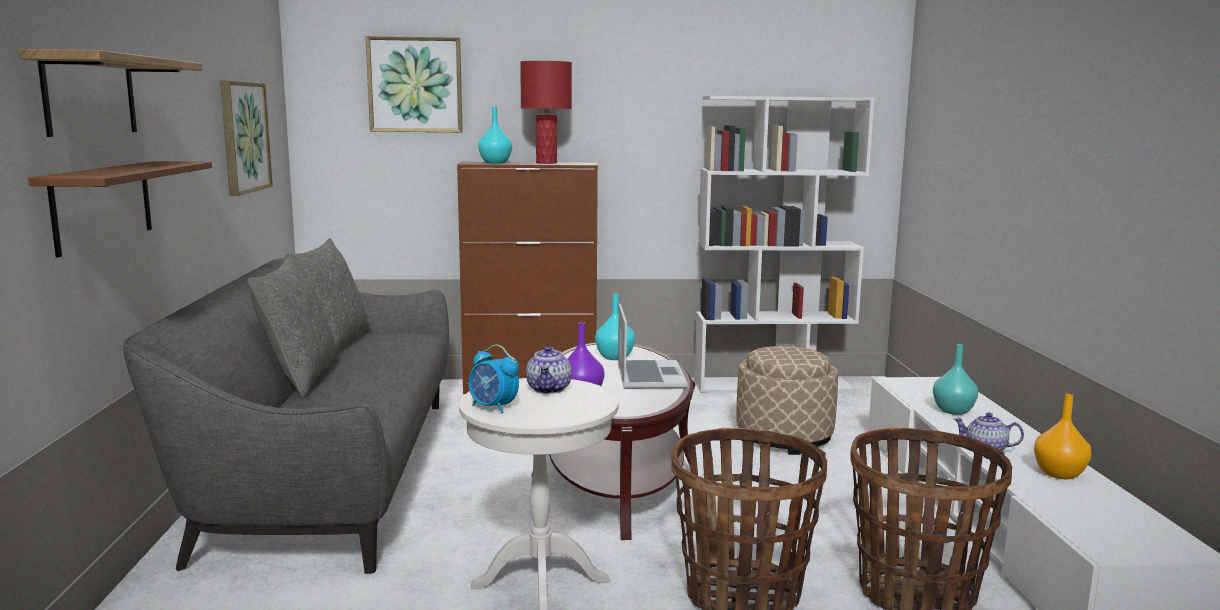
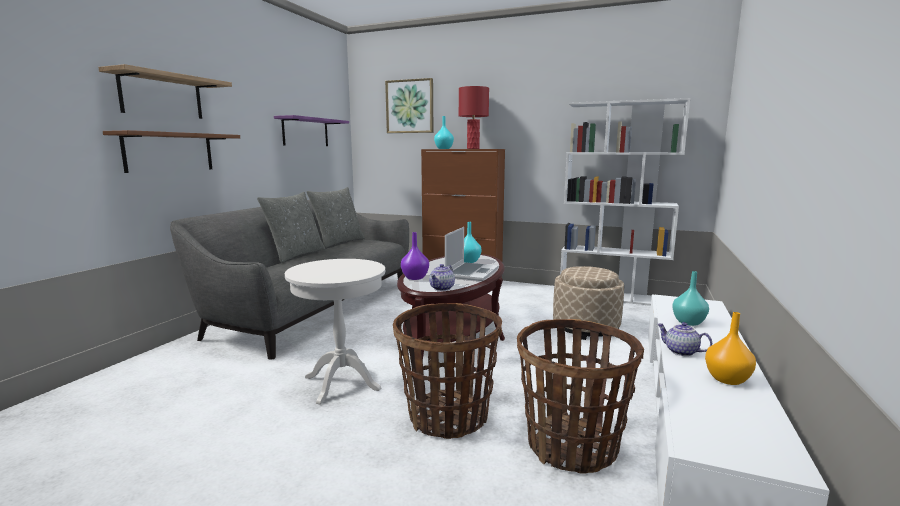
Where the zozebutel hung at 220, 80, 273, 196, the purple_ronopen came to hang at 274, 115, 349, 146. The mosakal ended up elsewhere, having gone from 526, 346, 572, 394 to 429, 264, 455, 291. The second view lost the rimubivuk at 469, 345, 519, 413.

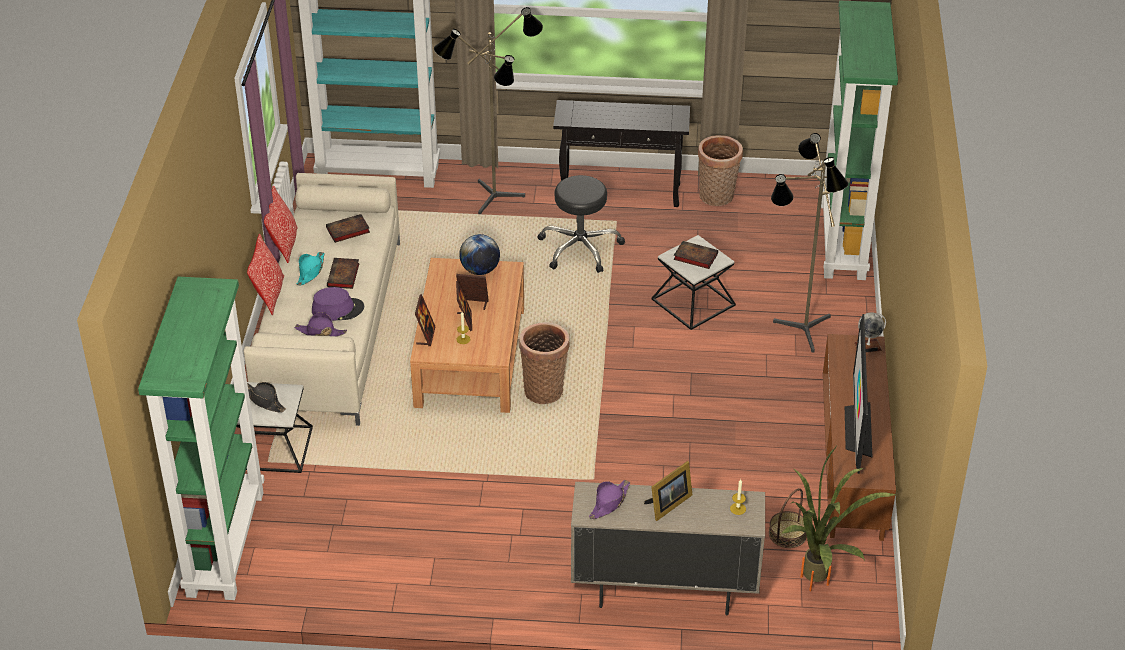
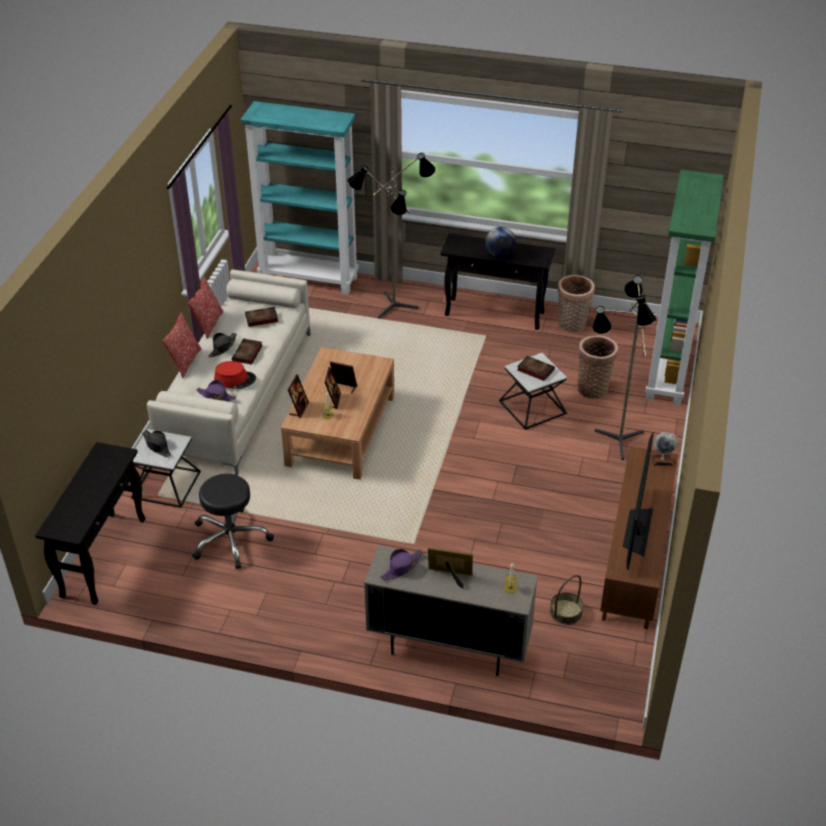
Where the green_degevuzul stood at 138, 277, 264, 600, the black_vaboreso came to stand at 35, 442, 145, 605. The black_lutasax ended up elsewhere, having gone from 537, 175, 625, 273 to 193, 474, 274, 569. What was the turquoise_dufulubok at 297, 252, 324, 285 turned into the black_dufulubok at 208, 333, 237, 357. What was the purple_dufulubok at 312, 287, 364, 321 turned into the red_dufulubok at 214, 361, 256, 389. The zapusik at 644, 461, 692, 521 ended up facing another way, 135 degrees counterclockwise from before. The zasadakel ended up elsewhere, having gone from 459, 234, 500, 275 to 485, 227, 516, 258. The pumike ended up elsewhere, having gone from 519, 322, 570, 404 to 578, 336, 618, 399. The second view lost the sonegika at 781, 446, 896, 591.

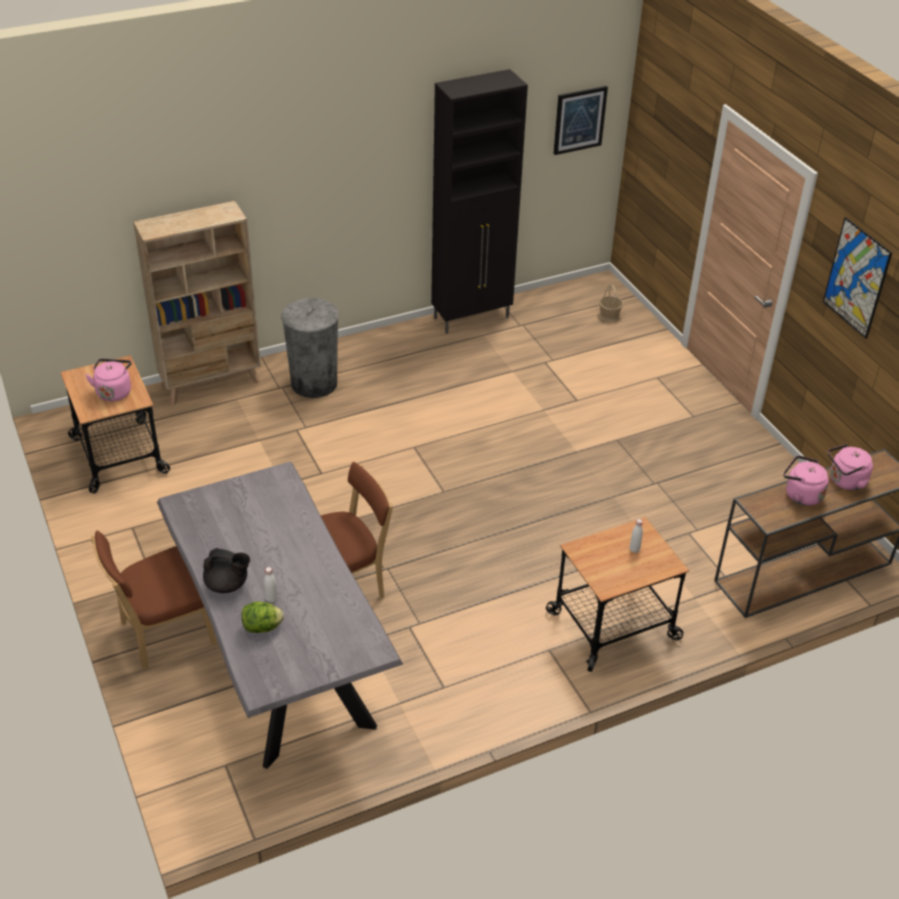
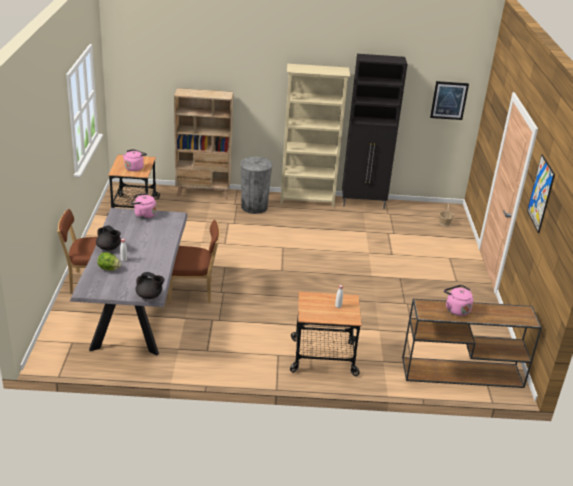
The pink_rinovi ended up elsewhere, having gone from 828, 444, 873, 491 to 130, 193, 156, 219. The second view gained the black_mosakal at 136, 272, 165, 299. The second view gained the beige_degevuzul at 280, 64, 350, 207.

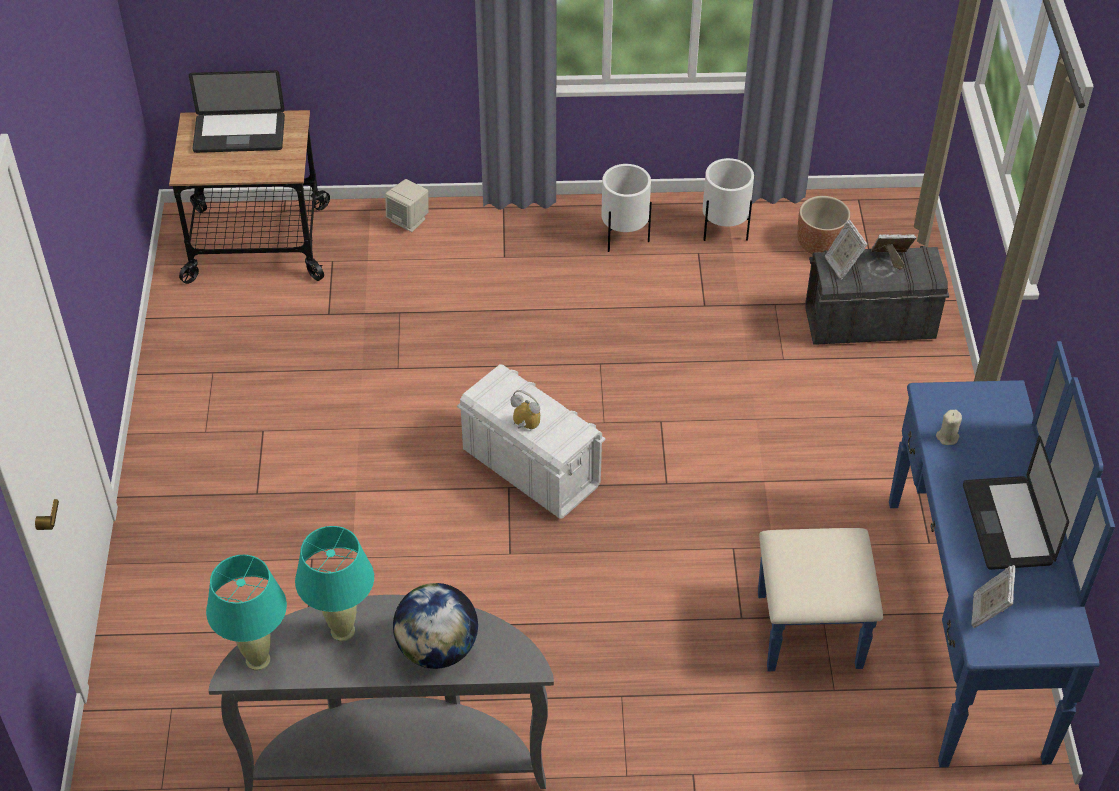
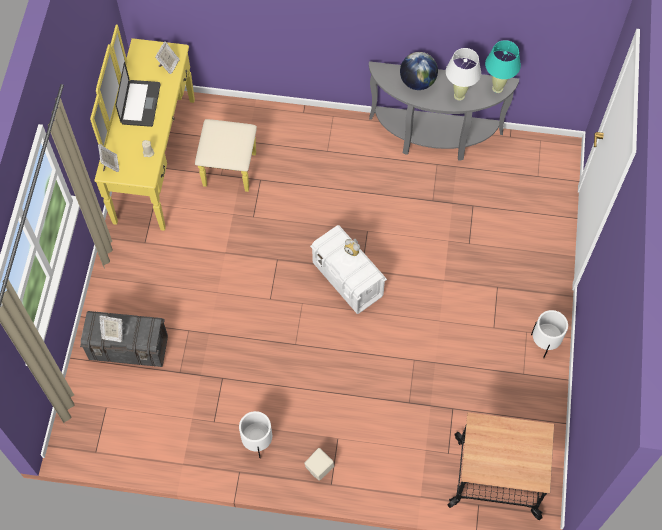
What was the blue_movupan at 758, 341, 1115, 767 turned into the yellow_movupan at 90, 25, 257, 231. The zapusik ended up elsewhere, having gone from 824, 220, 868, 280 to 98, 144, 119, 172. The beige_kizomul ended up elsewhere, having gone from 385, 179, 429, 232 to 304, 448, 334, 481. What was the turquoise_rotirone at 295, 526, 374, 641 turned into the white_rotirone at 446, 48, 481, 101. The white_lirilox ended up elsewhere, having gone from 703, 158, 754, 241 to 531, 310, 568, 358. The second view lost the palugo at 189, 70, 285, 153. The second view lost the brown_lirilox at 797, 196, 850, 254.

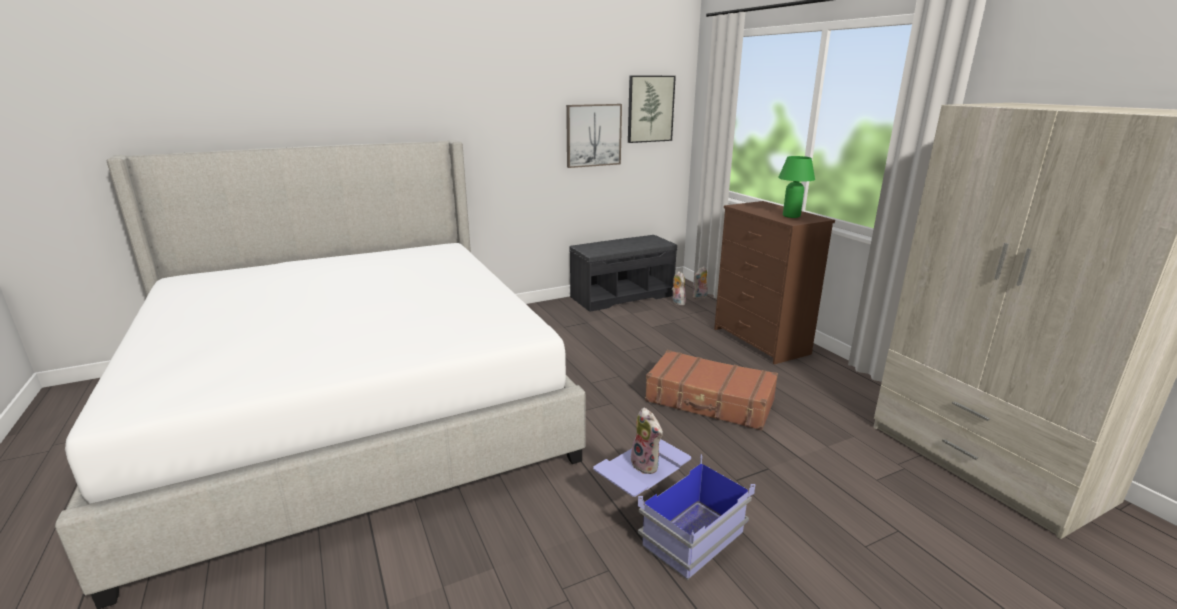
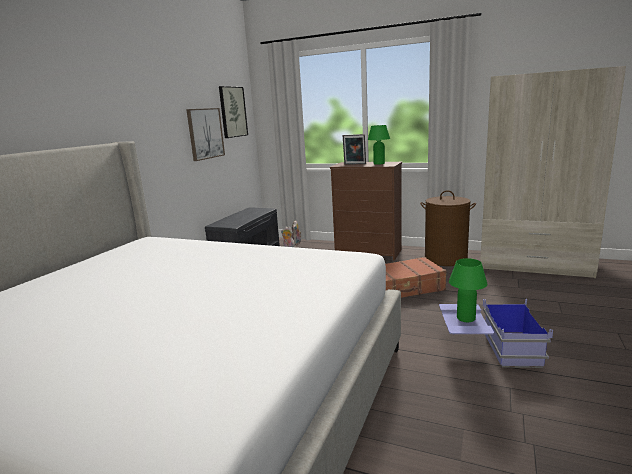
The second view gained the zapusik at 343, 134, 366, 165. The second view gained the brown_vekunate at 420, 190, 476, 266. Where the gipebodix stood at 631, 408, 663, 474, the green_rotirone came to stand at 449, 258, 488, 322.

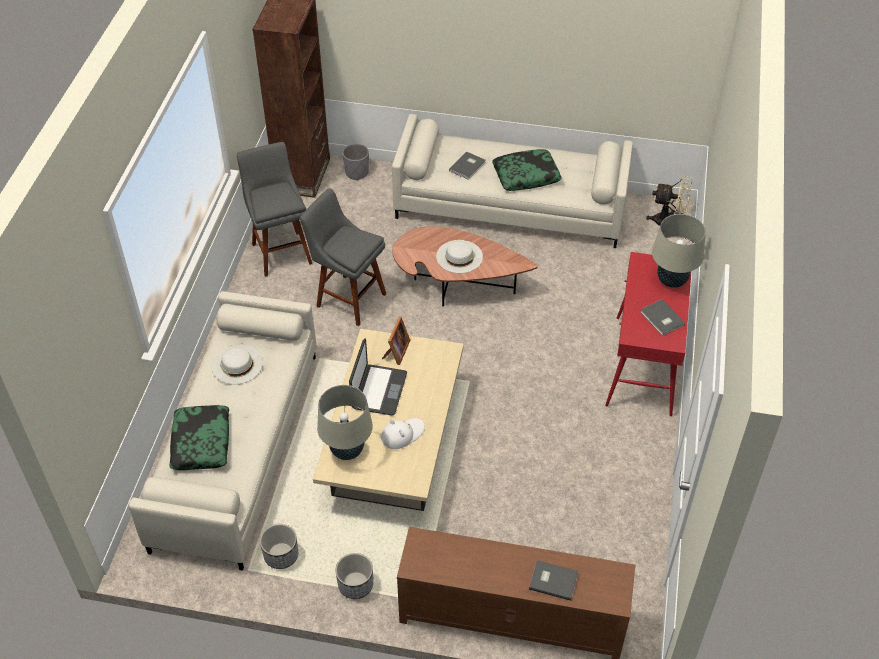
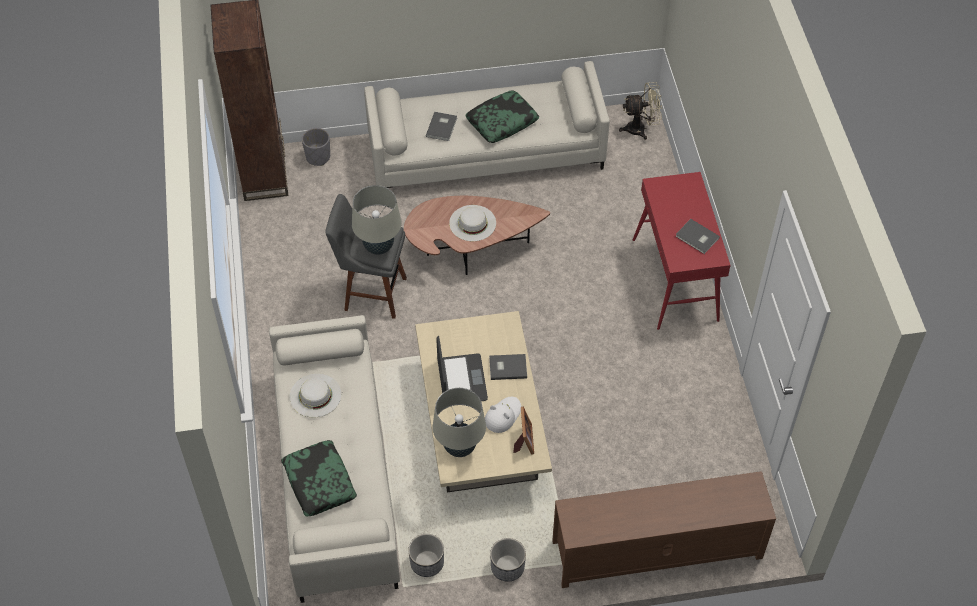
The beige_rotirone ended up elsewhere, having gone from 652, 214, 706, 288 to 352, 185, 402, 255. The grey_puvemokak ended up elsewhere, having gone from 529, 560, 579, 601 to 489, 354, 527, 380. The zapusik ended up elsewhere, having gone from 382, 317, 410, 365 to 513, 407, 534, 455. The second view lost the grey_lutasax at 237, 142, 312, 277.

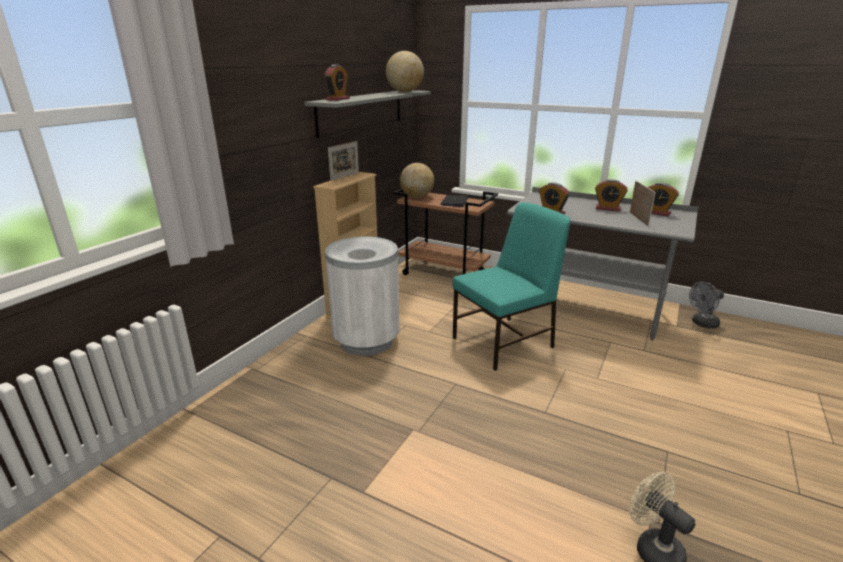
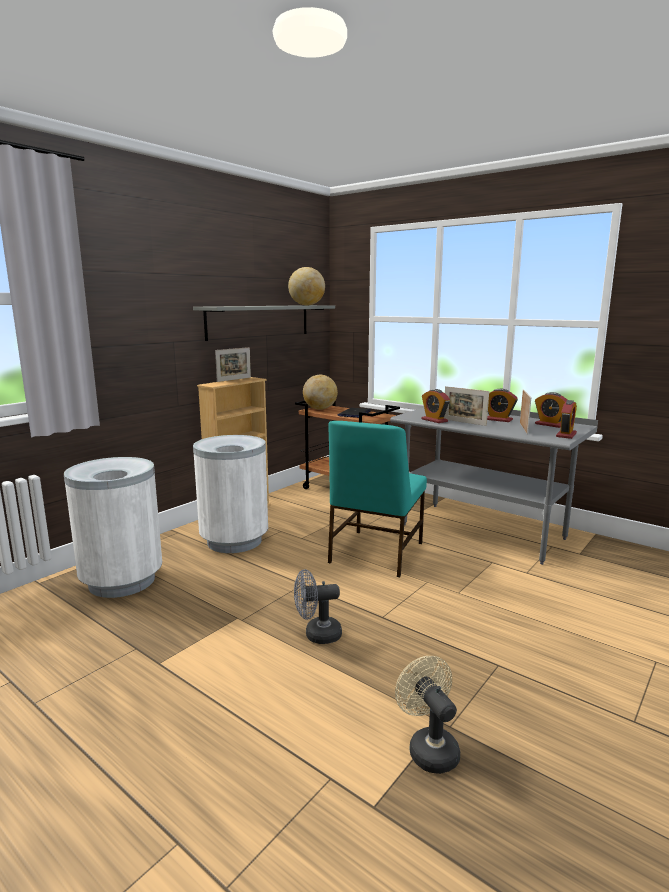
The second view gained the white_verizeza at 64, 457, 162, 598. The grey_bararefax ended up elsewhere, having gone from 689, 281, 724, 329 to 294, 569, 342, 644. The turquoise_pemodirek at 453, 202, 571, 371 ended up facing another way, 135 degrees clockwise from before. The second view gained the zapusik at 444, 386, 489, 426. The rimubivuk ended up elsewhere, having gone from 324, 64, 350, 101 to 556, 400, 577, 439.

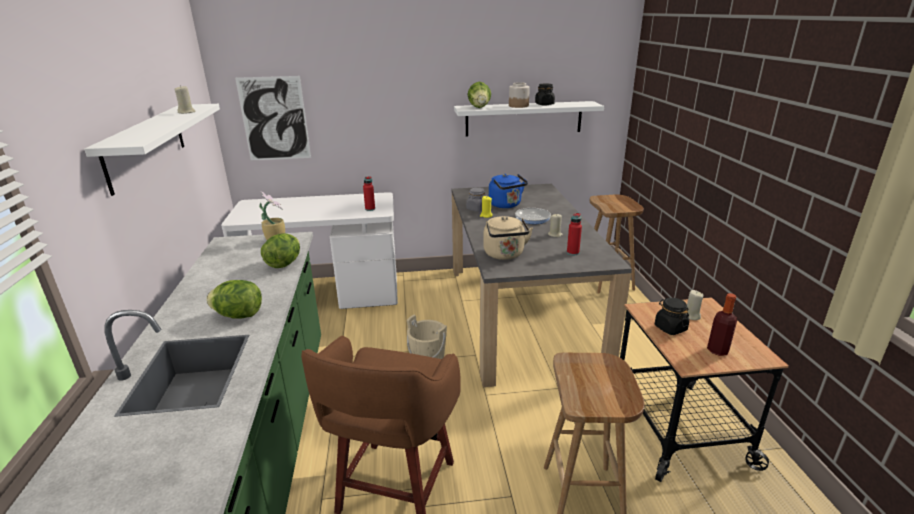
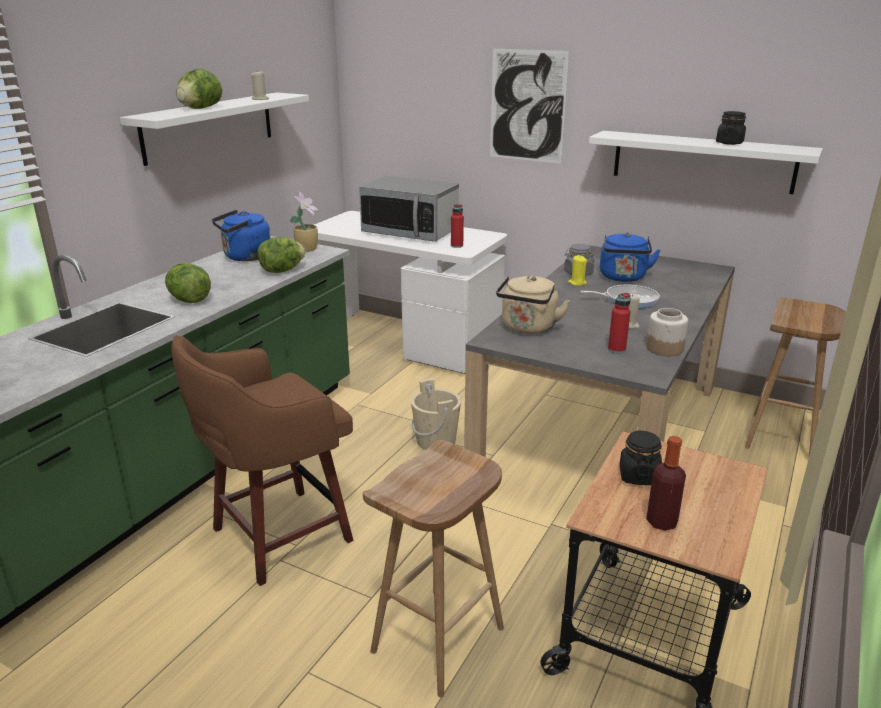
The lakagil ended up elsewhere, having gone from 467, 82, 491, 108 to 176, 68, 222, 109. The second view gained the blue_rinovi at 212, 210, 271, 261. The second view gained the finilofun at 359, 176, 459, 242. The zozebutel ended up elsewhere, having gone from 235, 76, 311, 160 to 490, 49, 569, 163. The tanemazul ended up elsewhere, having gone from 509, 82, 530, 108 to 646, 308, 688, 356. The second view lost the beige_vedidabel at 686, 290, 704, 320.

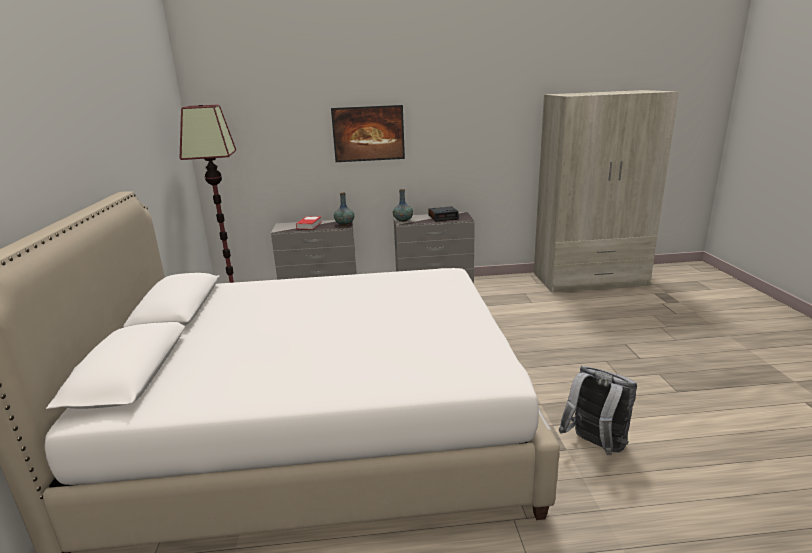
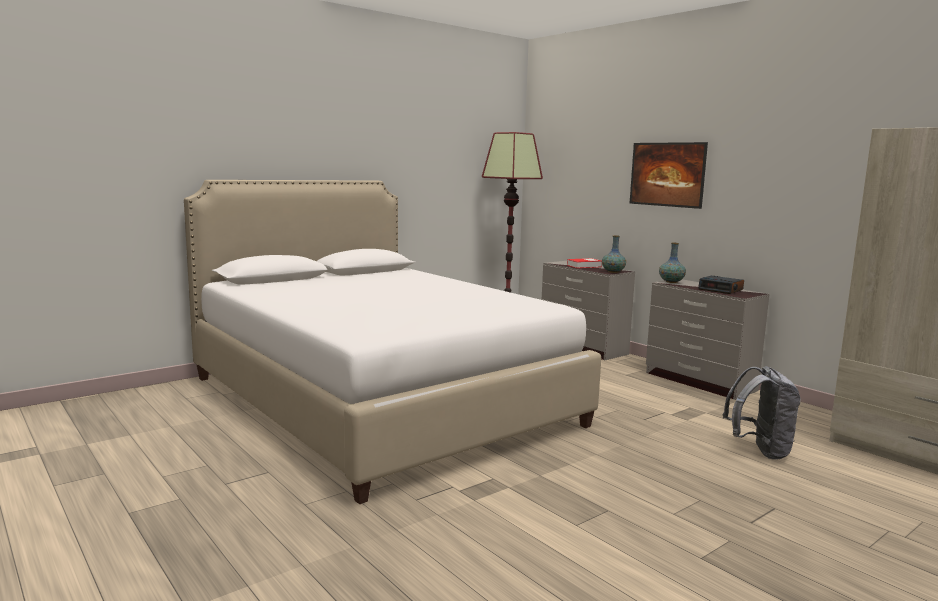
The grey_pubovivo ended up elsewhere, having gone from 559, 366, 637, 455 to 723, 366, 801, 460.

